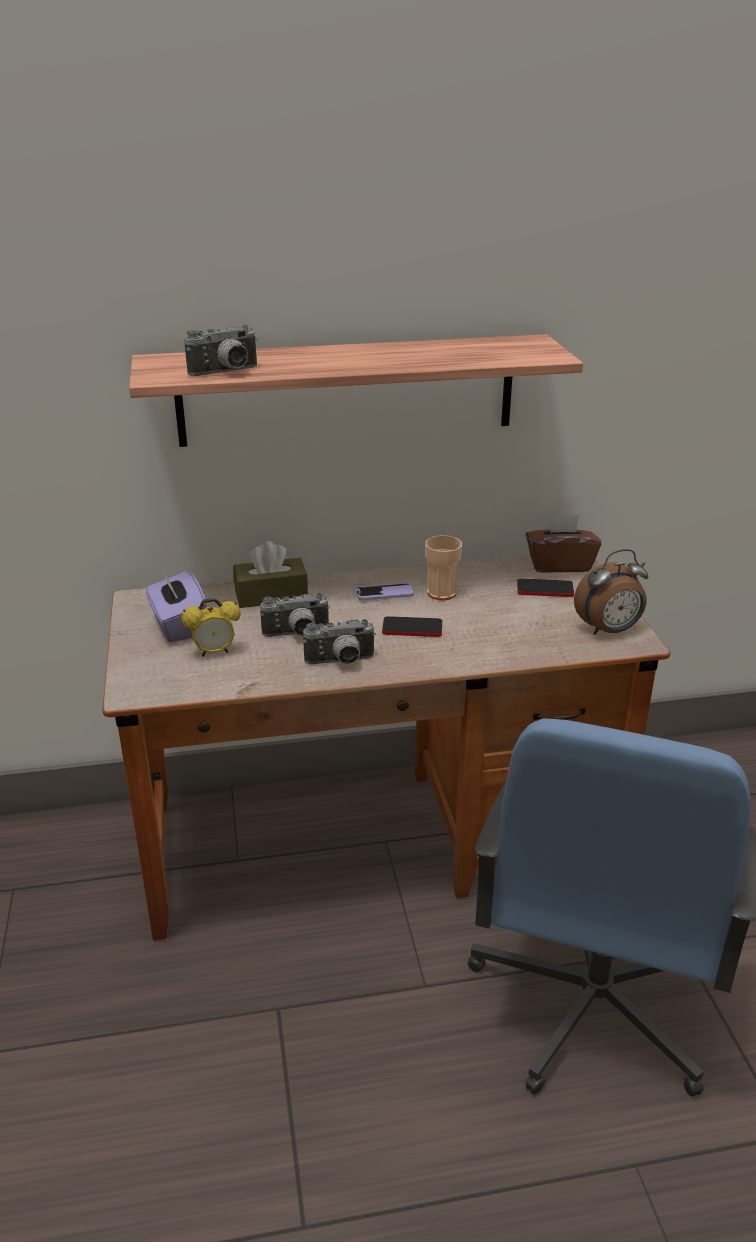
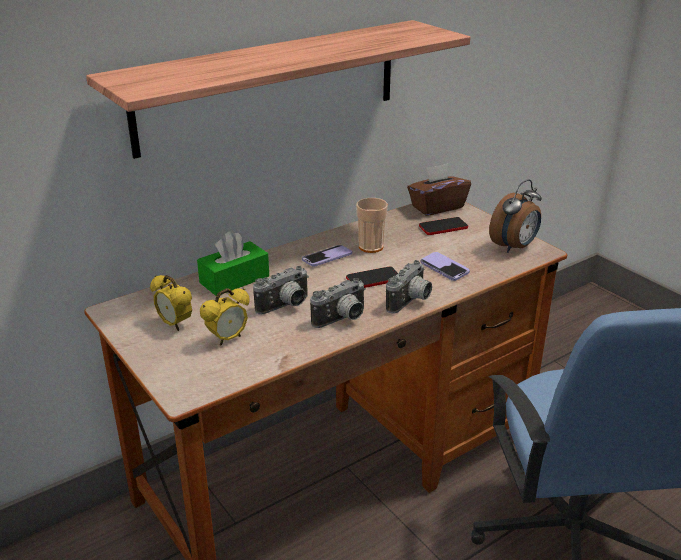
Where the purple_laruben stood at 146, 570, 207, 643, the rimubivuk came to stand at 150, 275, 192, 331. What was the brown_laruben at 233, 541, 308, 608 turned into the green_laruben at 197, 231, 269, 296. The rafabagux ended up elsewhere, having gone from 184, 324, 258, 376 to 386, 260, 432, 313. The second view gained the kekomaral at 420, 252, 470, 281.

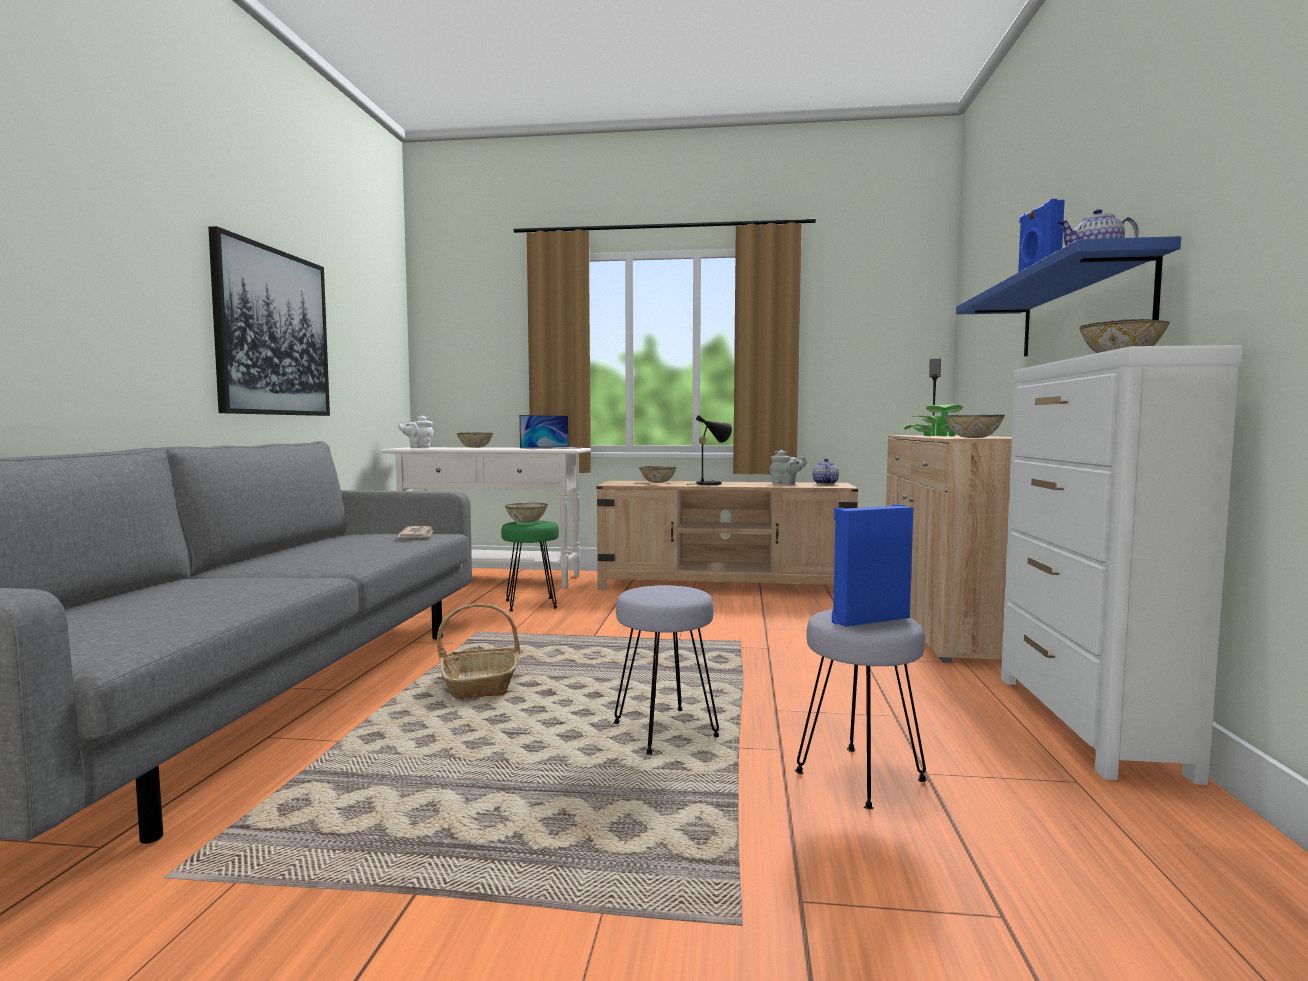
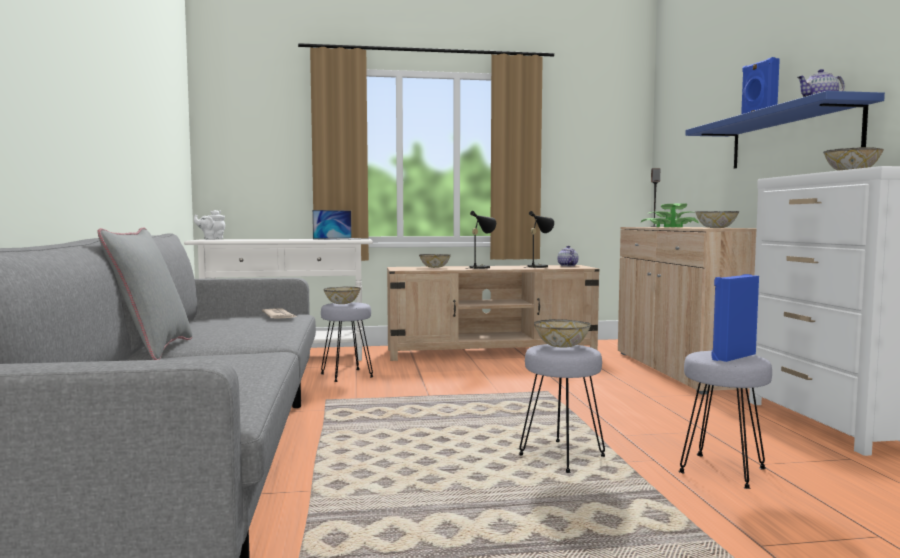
The second view gained the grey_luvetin at 97, 227, 192, 360. What was the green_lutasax at 501, 521, 559, 612 turned into the grey_lutasax at 320, 302, 374, 382. Where the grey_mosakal stood at 769, 450, 807, 484, the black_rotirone came to stand at 524, 211, 554, 268. The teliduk ended up elsewhere, having gone from 457, 432, 494, 448 to 534, 319, 591, 348. The second view lost the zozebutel at 208, 226, 330, 416. The second view lost the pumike at 437, 603, 520, 699.

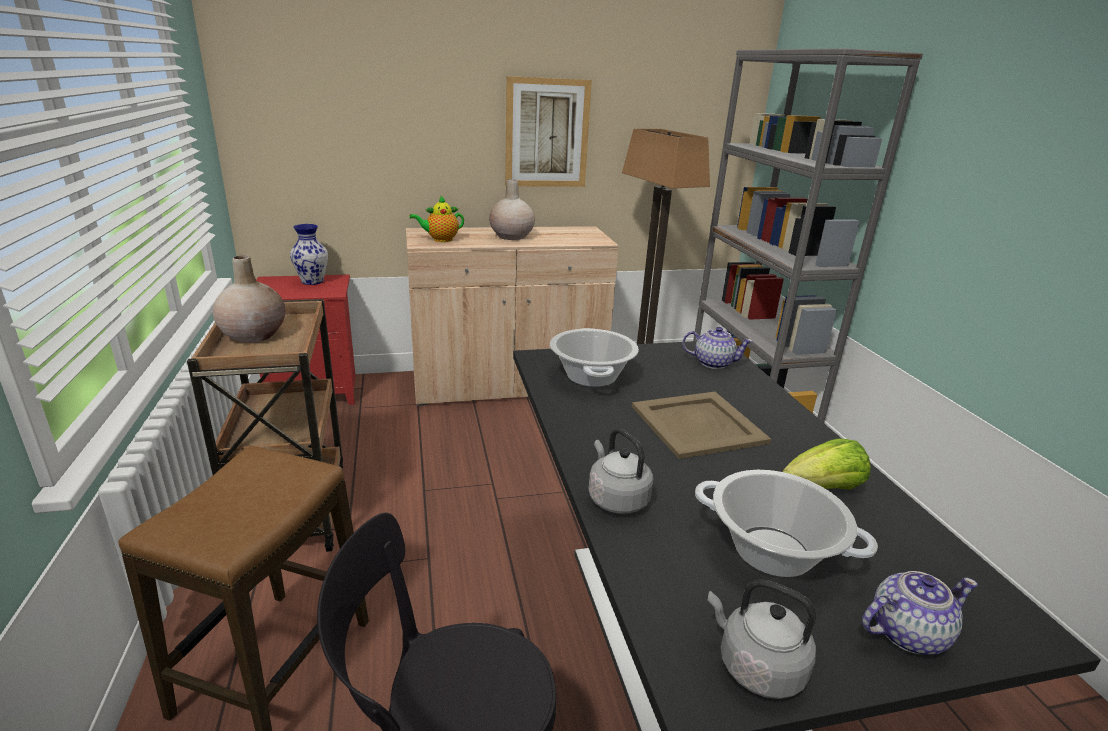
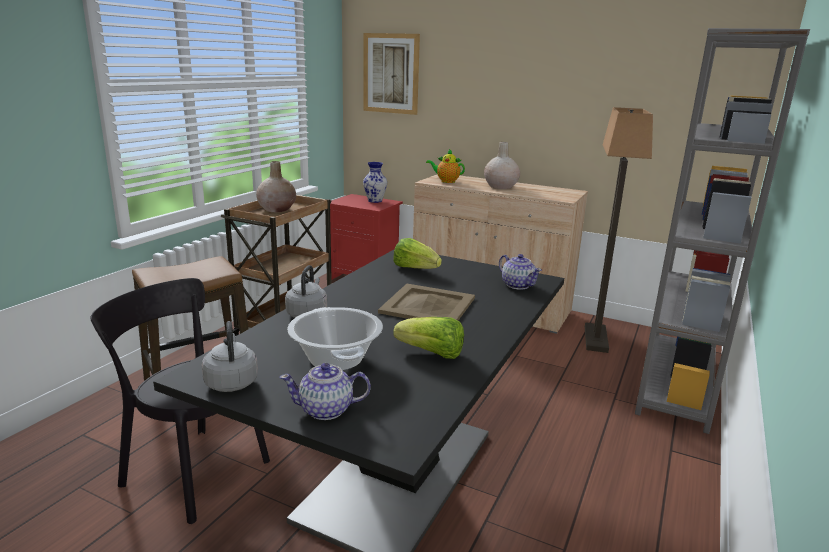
The mosakal at 862, 571, 978, 655 ended up facing another way, 150 degrees clockwise from before. The zozebutel ended up elsewhere, having gone from 505, 76, 592, 187 to 363, 33, 420, 115. Where the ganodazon stood at 550, 328, 639, 387, the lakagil came to stand at 393, 238, 442, 269.

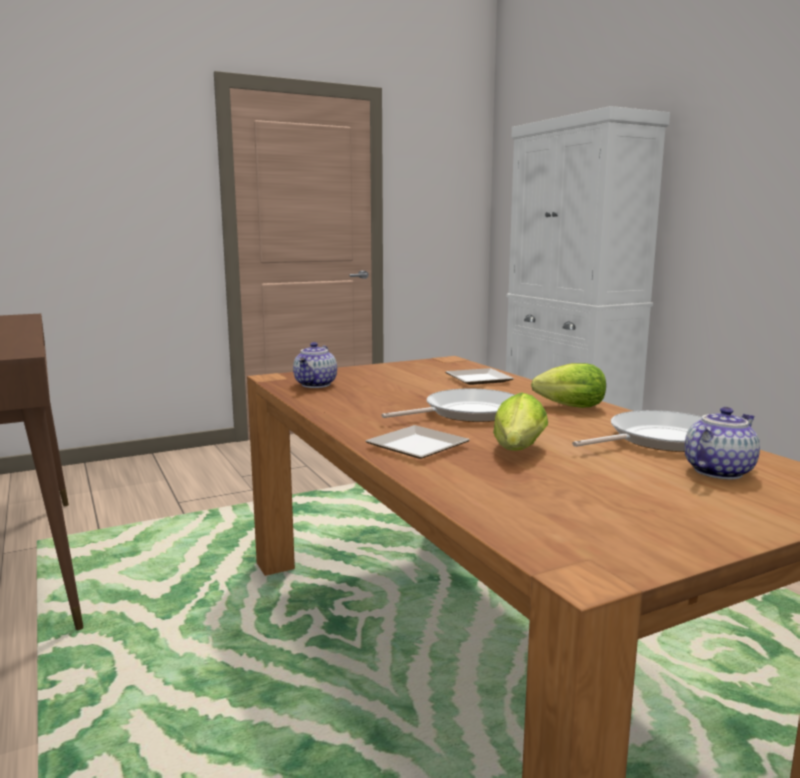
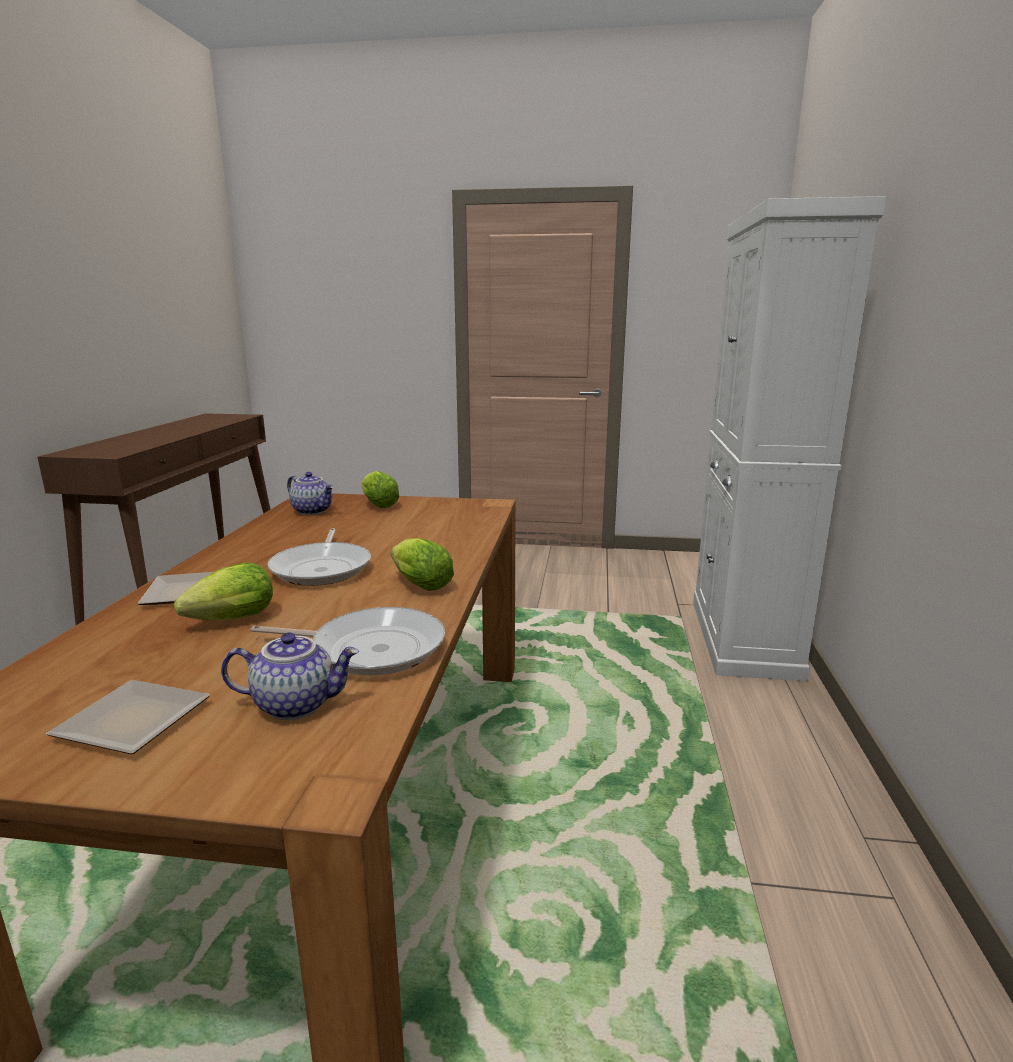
The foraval ended up elsewhere, having gone from 446, 368, 514, 385 to 46, 680, 210, 754. The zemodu at 381, 389, 514, 422 ended up facing another way, 75 degrees clockwise from before. The mosakal at 293, 342, 337, 388 ended up facing another way, 105 degrees counterclockwise from before. The second view gained the lakagil at 362, 471, 399, 508.

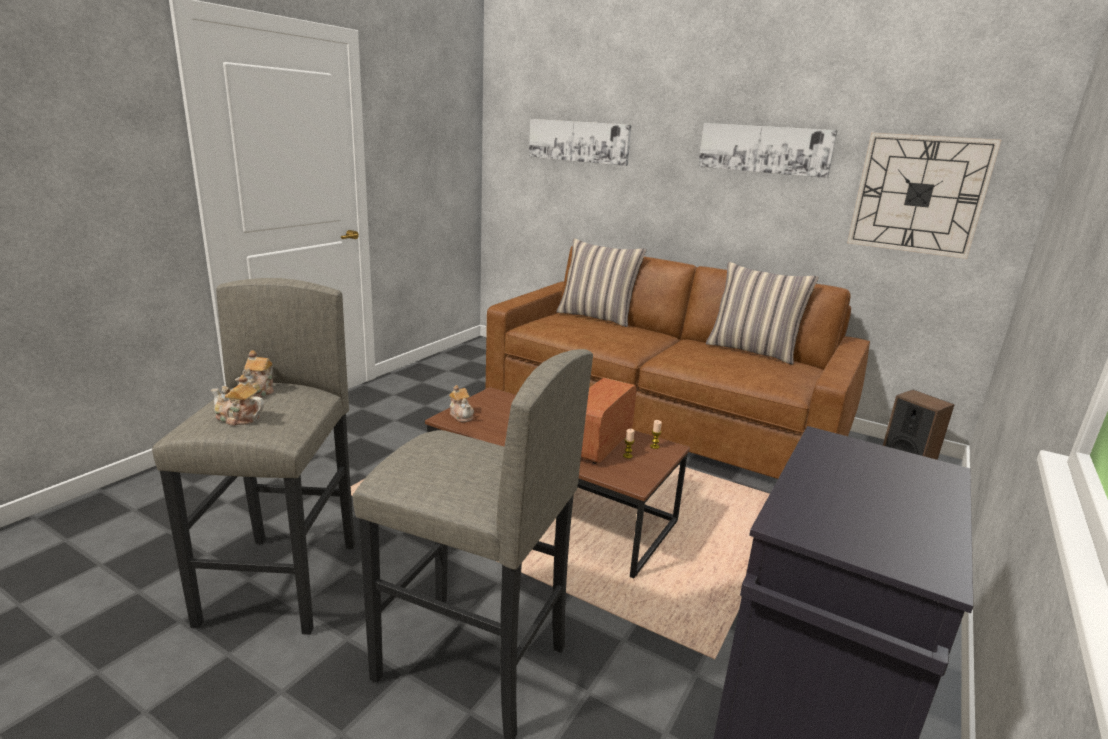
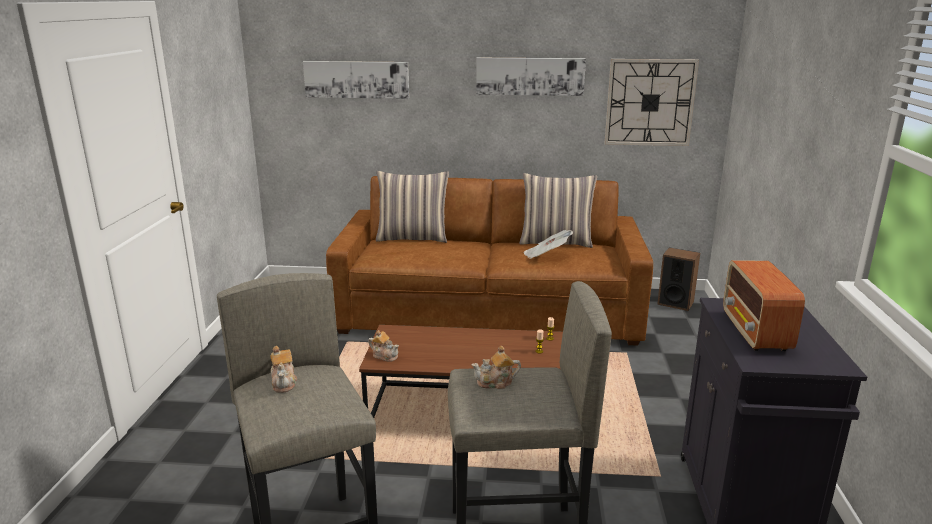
The mosakal ended up elsewhere, having gone from 211, 375, 264, 426 to 471, 346, 521, 389. The second view gained the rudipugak at 523, 230, 573, 259. The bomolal ended up elsewhere, having gone from 581, 378, 637, 464 to 723, 260, 805, 351.

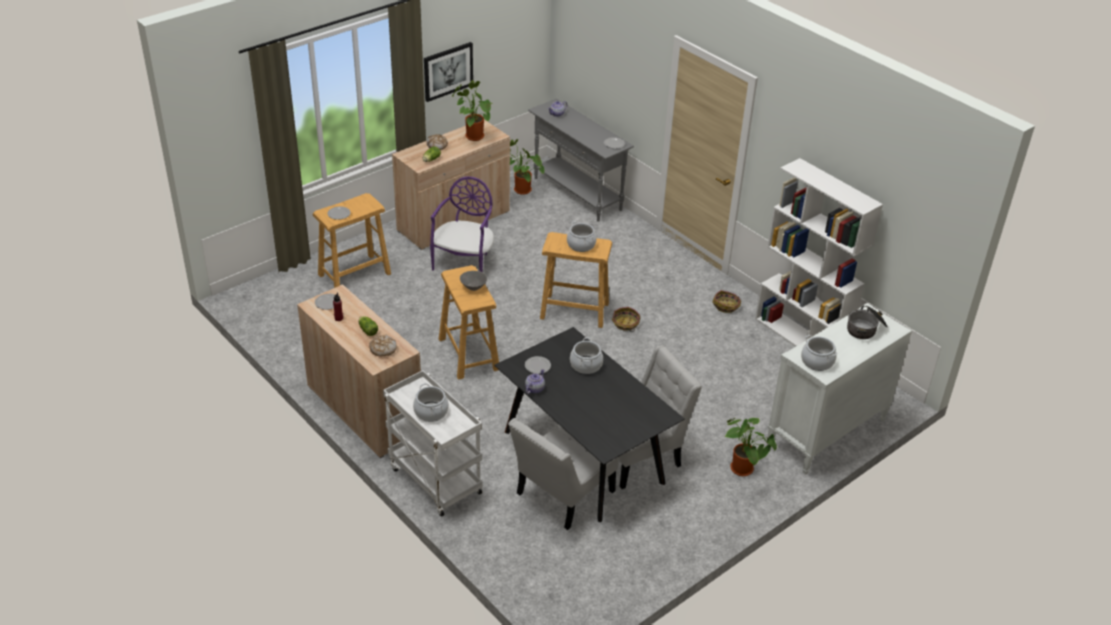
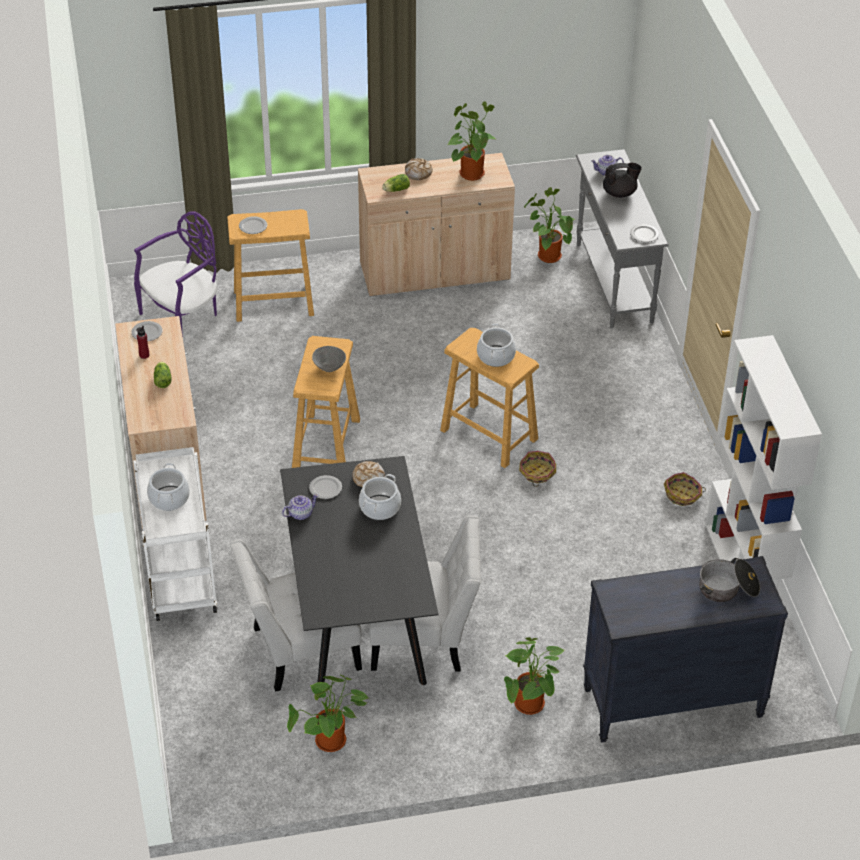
The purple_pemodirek ended up elsewhere, having gone from 430, 176, 494, 272 to 134, 211, 217, 337. The second view gained the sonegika at 287, 675, 369, 752. The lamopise ended up elsewhere, having gone from 369, 335, 397, 356 to 352, 461, 385, 487. What was the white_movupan at 767, 303, 912, 475 turned into the black_movupan at 583, 556, 788, 742. The second view gained the black_mosakal at 603, 163, 642, 198. The second view lost the zozebutel at 424, 42, 473, 102. The second view lost the ganodazon at 801, 335, 837, 371.

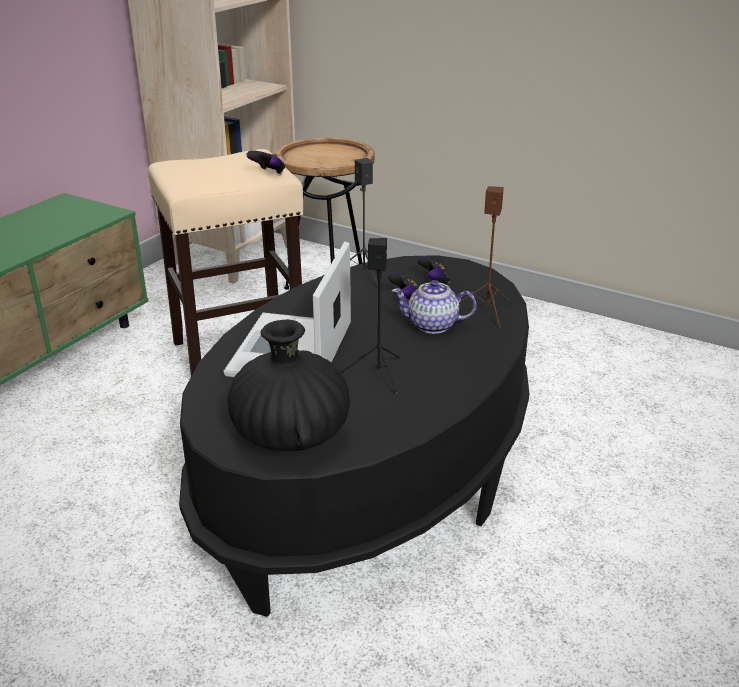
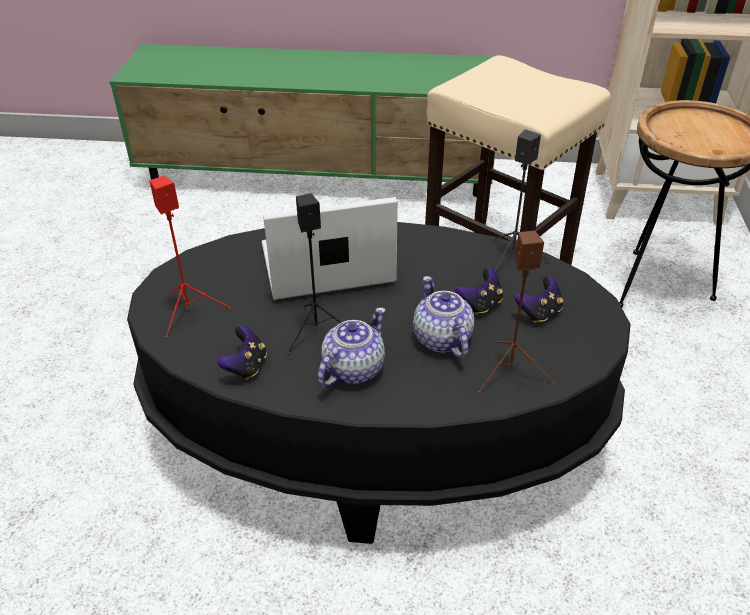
Where the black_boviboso stood at 228, 319, 350, 451, the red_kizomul came to stand at 149, 176, 231, 338. The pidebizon ended up elsewhere, having gone from 246, 150, 285, 174 to 217, 326, 267, 380. The second view gained the mosakal at 318, 307, 386, 386.

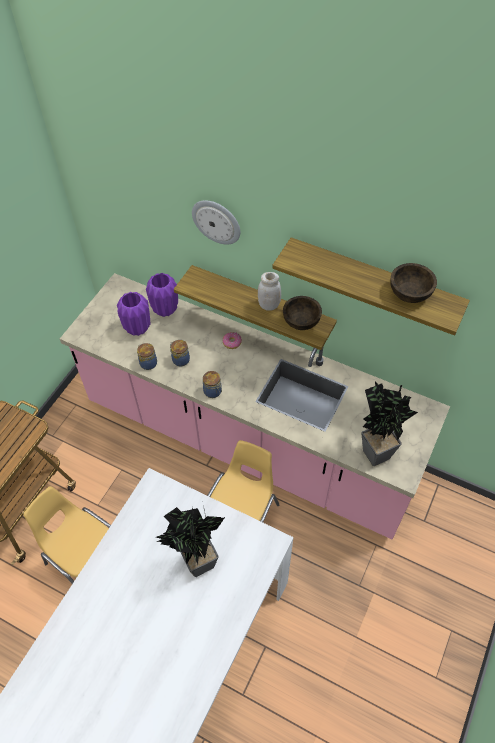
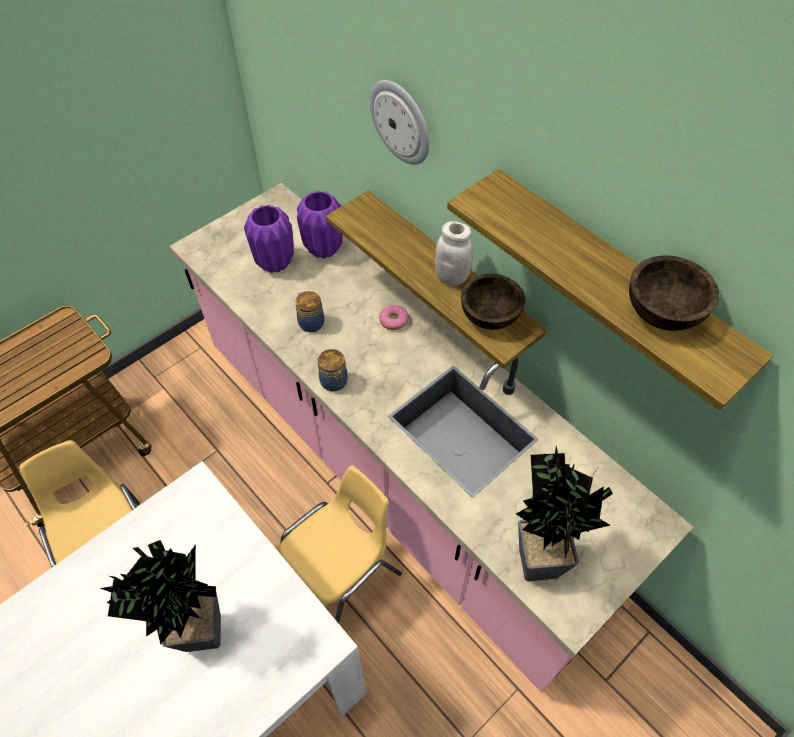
The second view lost the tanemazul at 137, 343, 157, 370.

